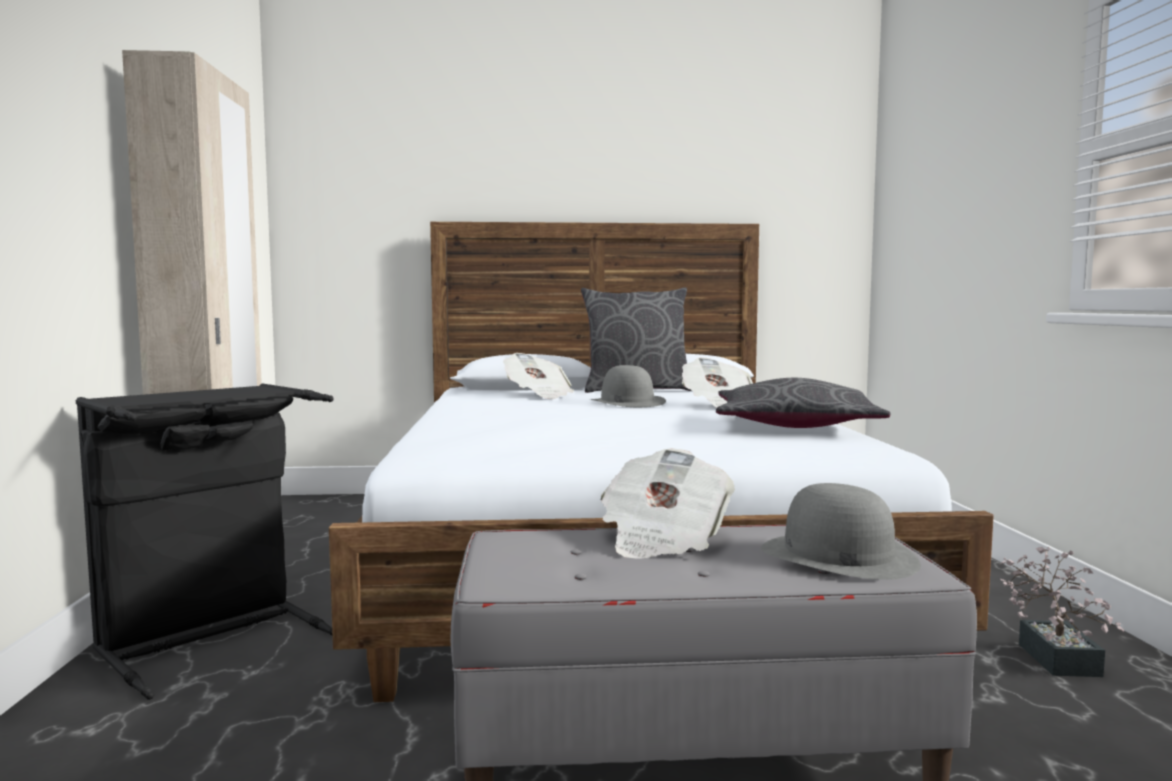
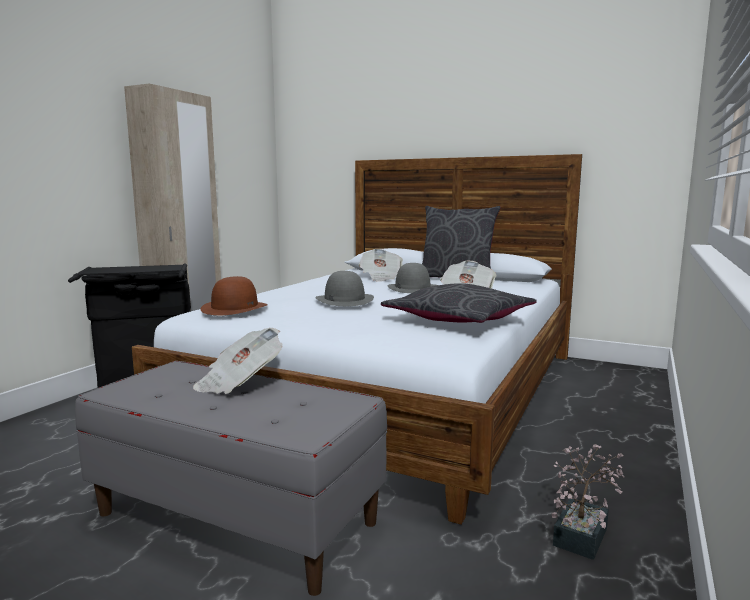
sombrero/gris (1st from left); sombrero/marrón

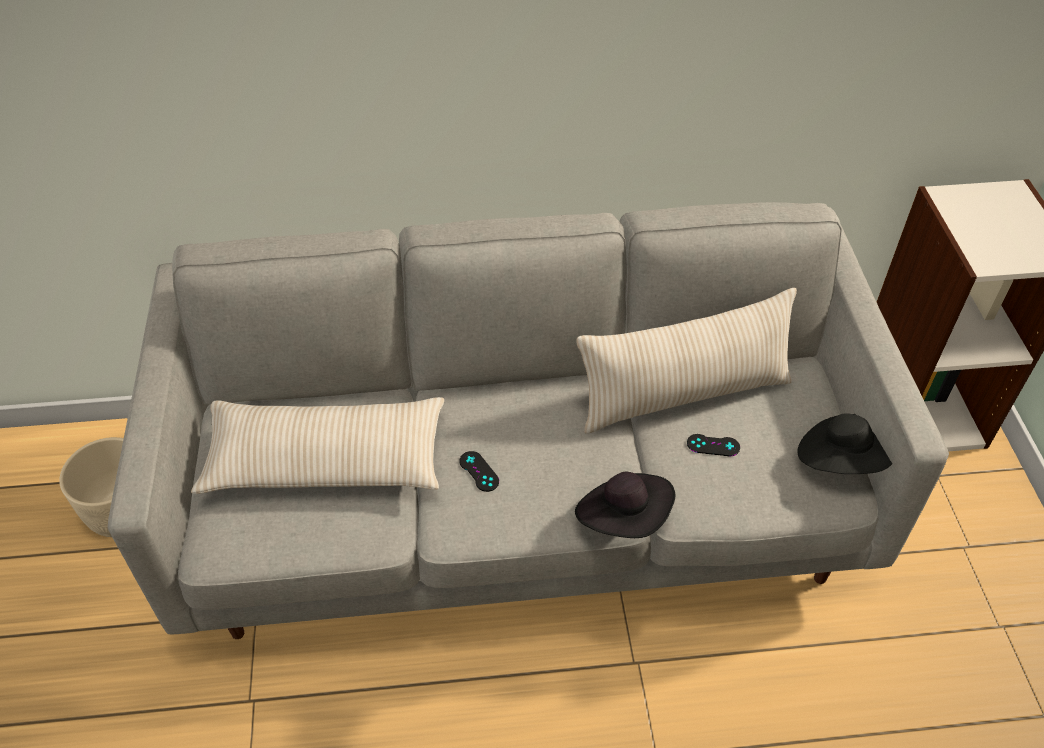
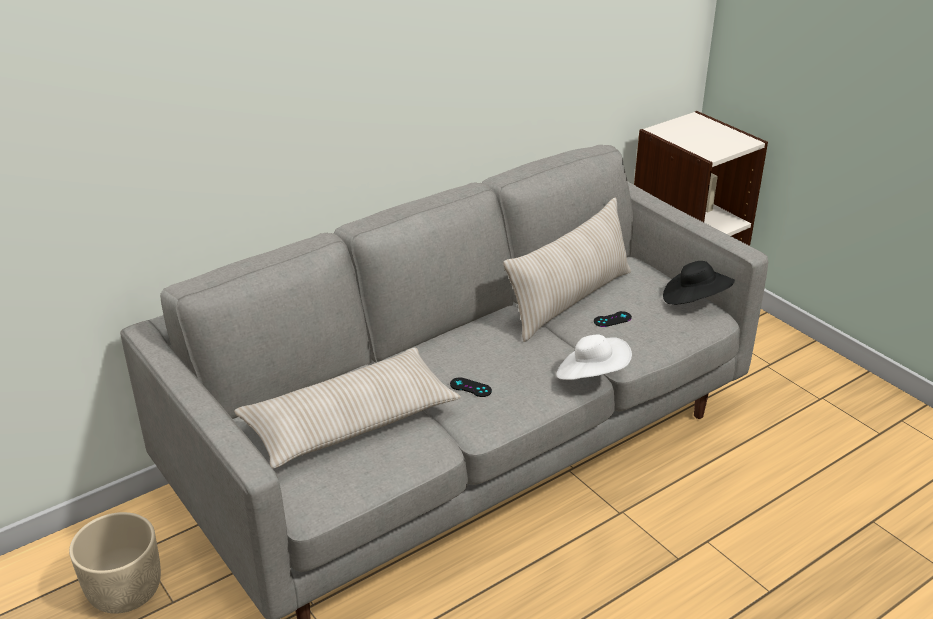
sombrero/blanco

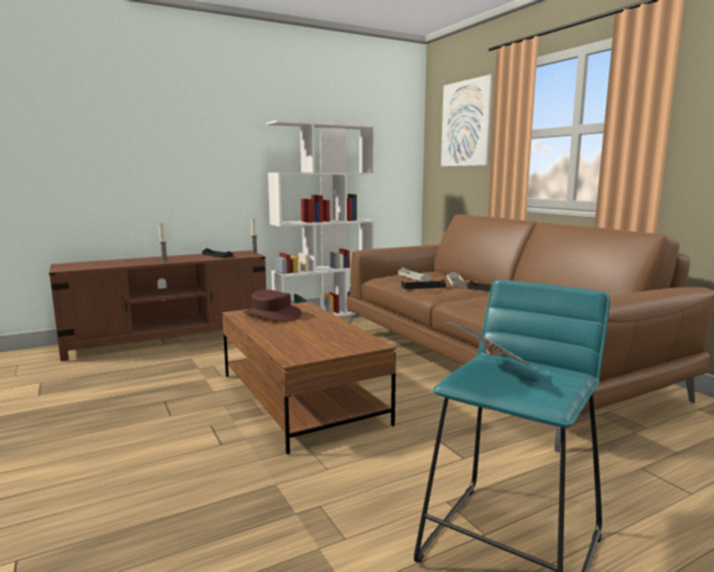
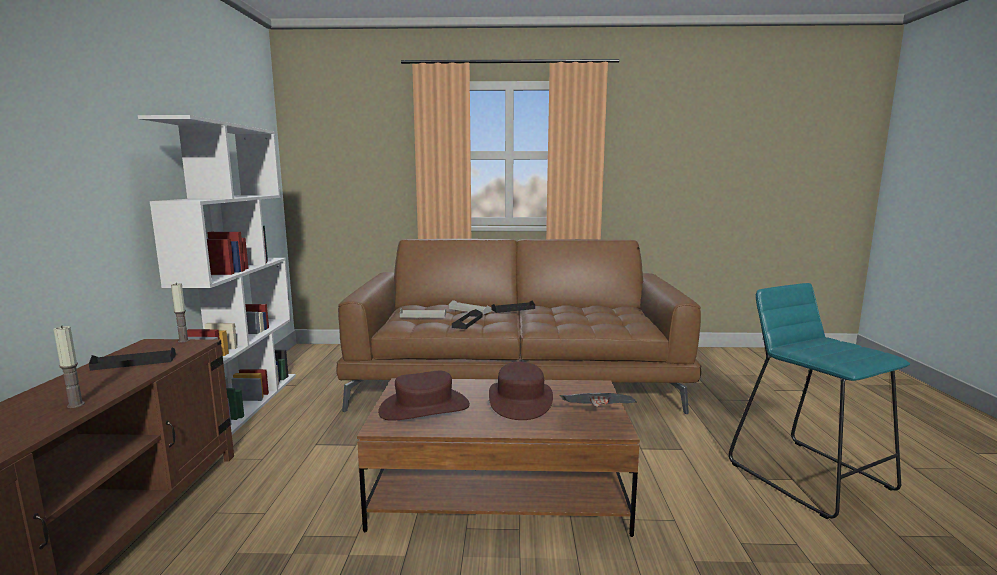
cuadro; periódico; sombrero/marrón (2nd from left)

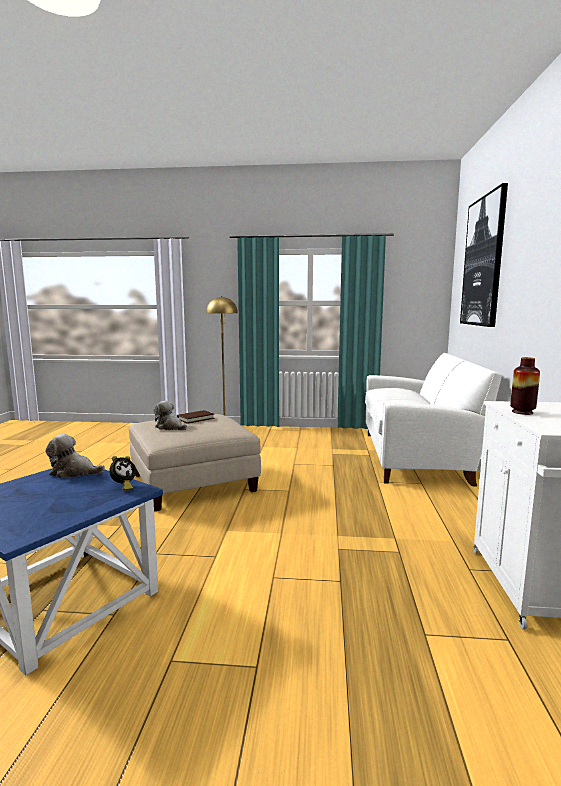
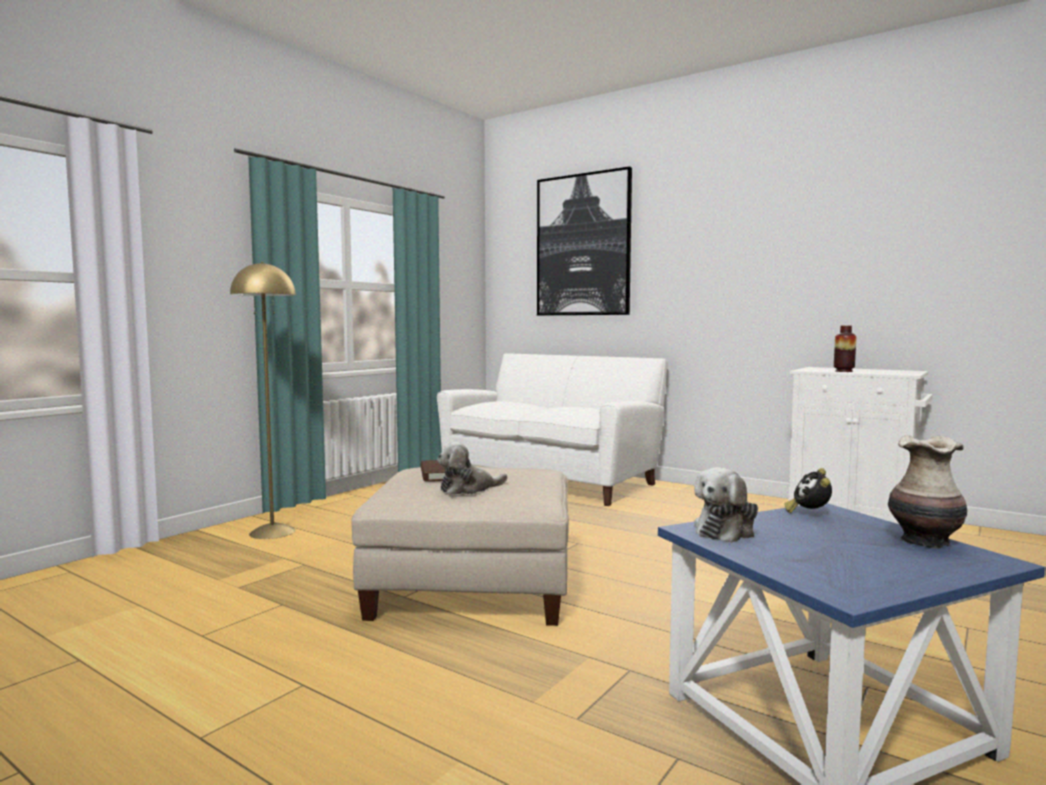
despertador; florero (2nd from left)

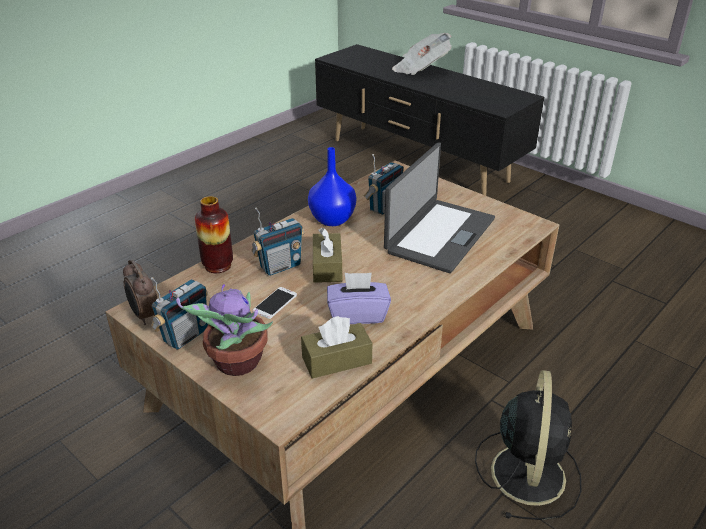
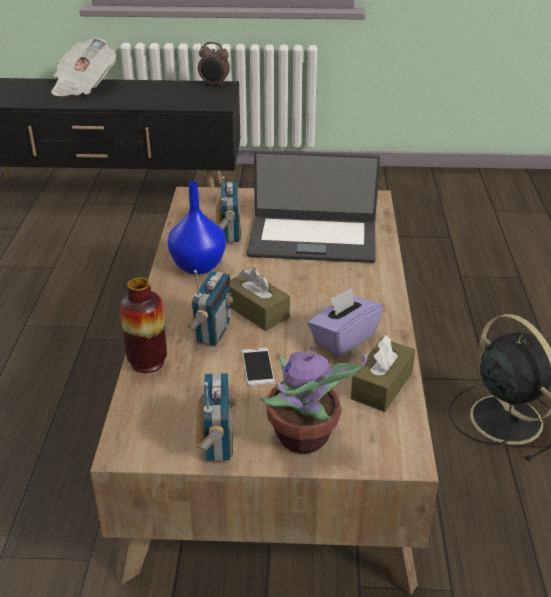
portátil; despertador

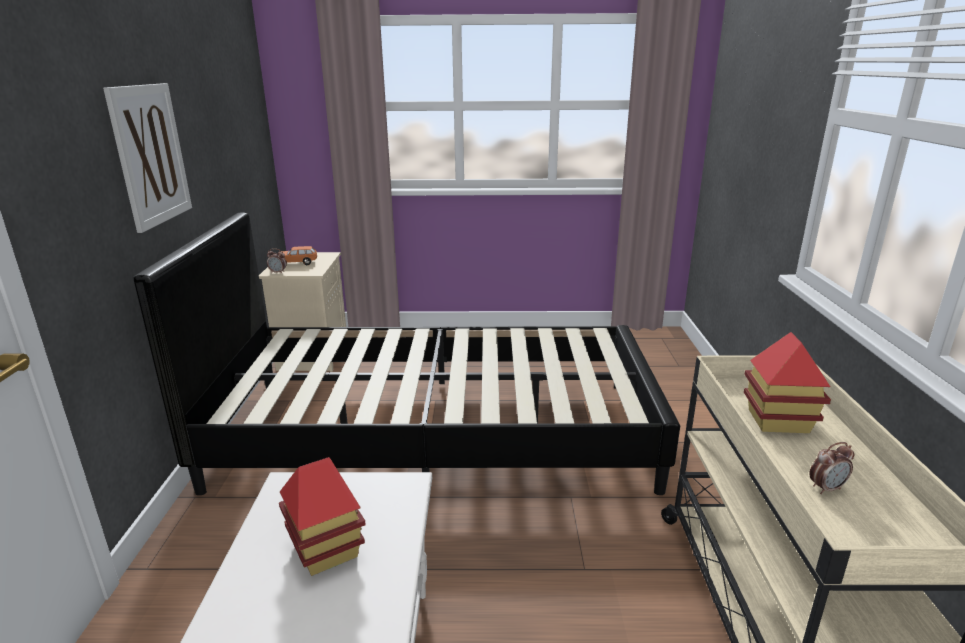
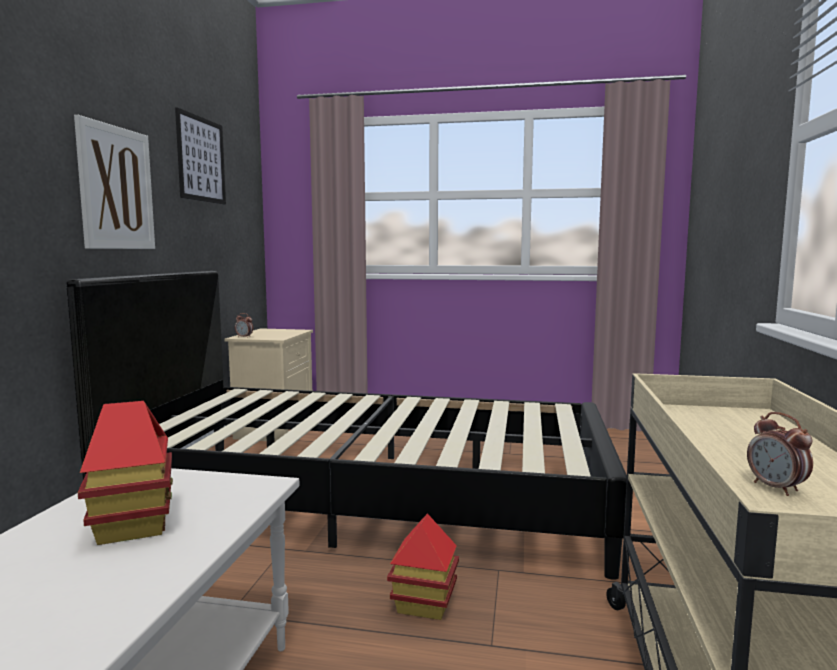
coche de juguete/naranja; casita (2nd from left); despertador (2nd from left); cuadro (2nd from left)

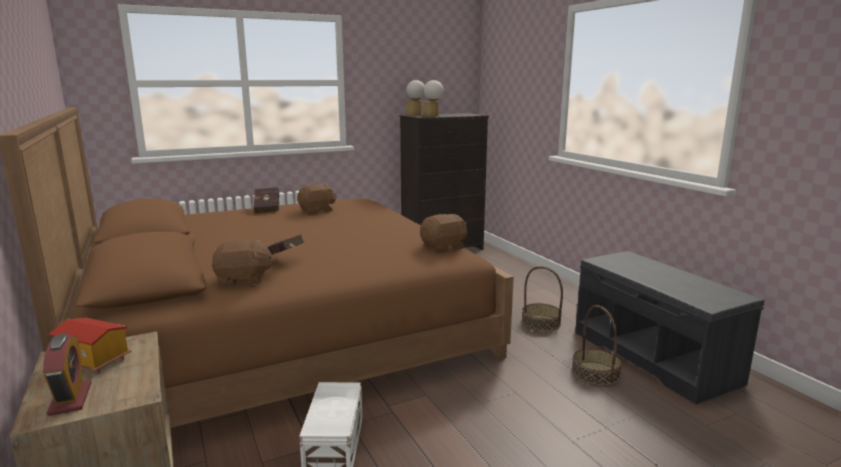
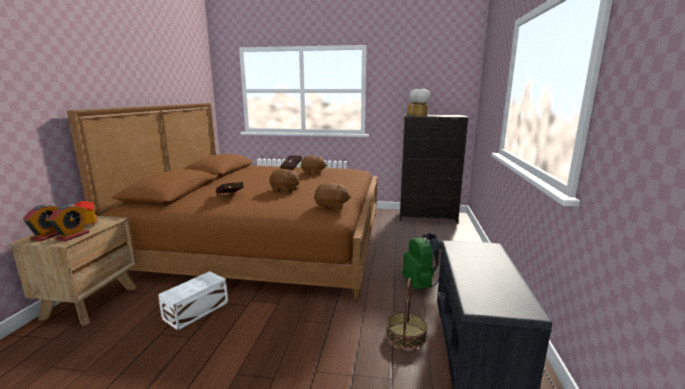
peluche/marrón (1st from left); mochila/verde; despertador (2nd from left)

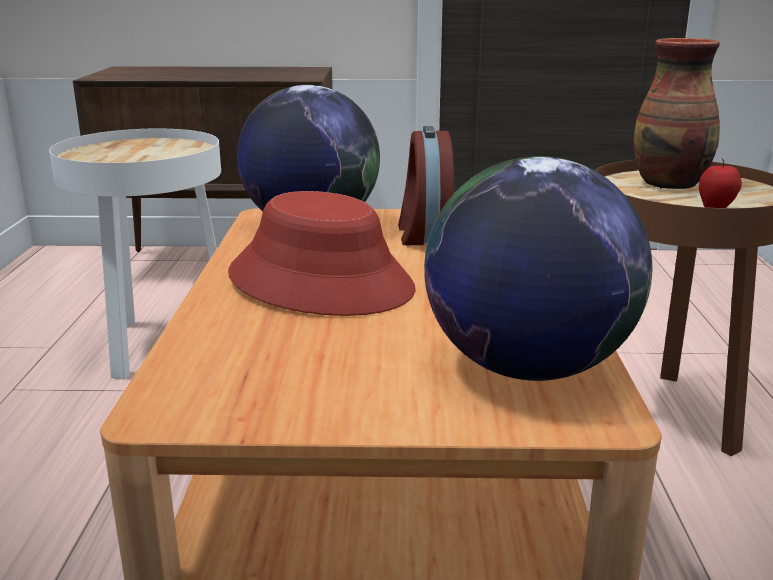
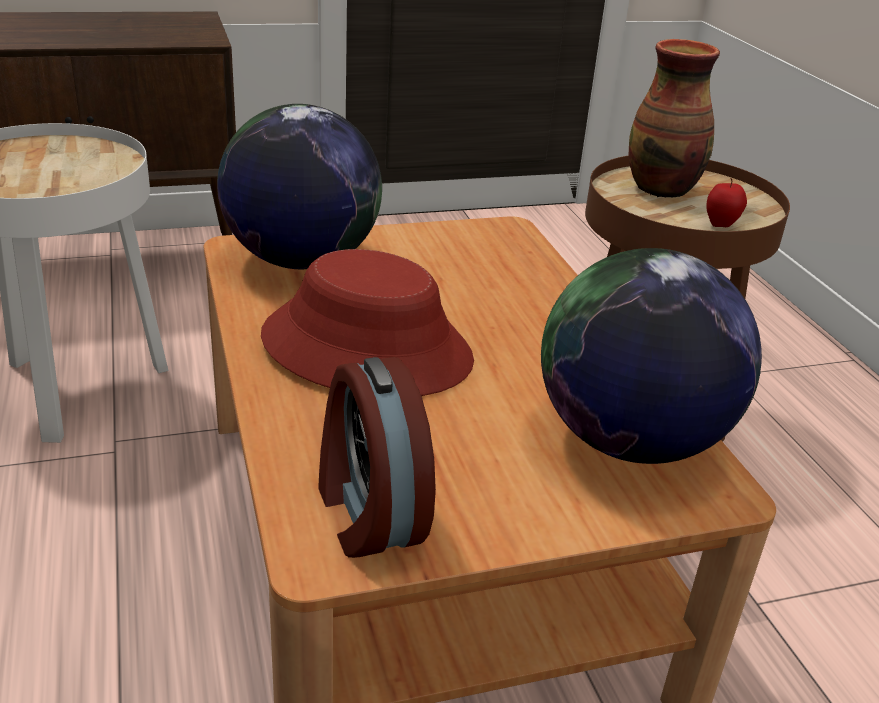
despertador

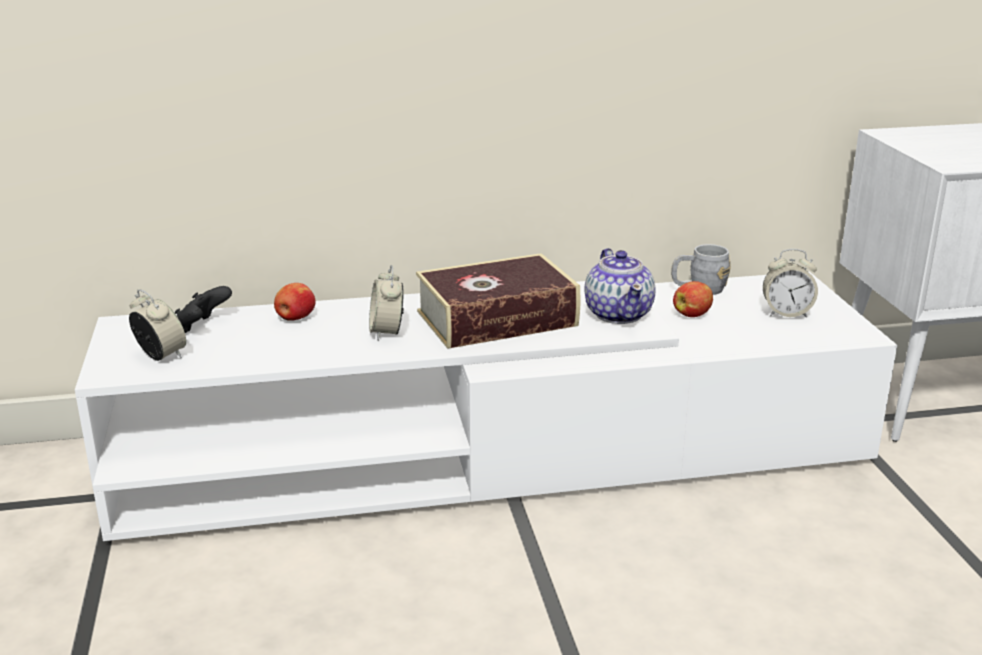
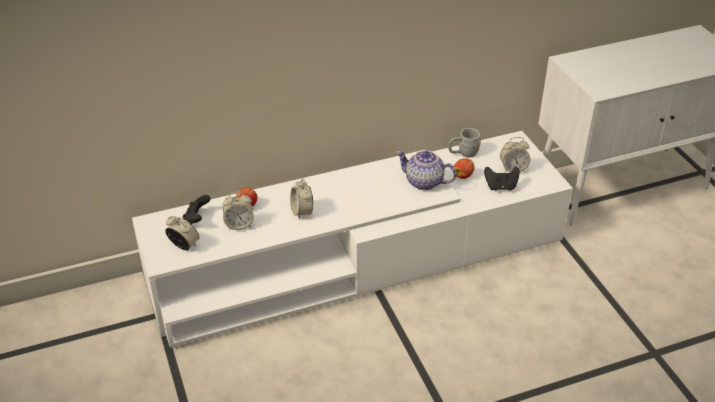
tetera; libro; mando de consola/negro (2nd from left); despertador (2nd from left)

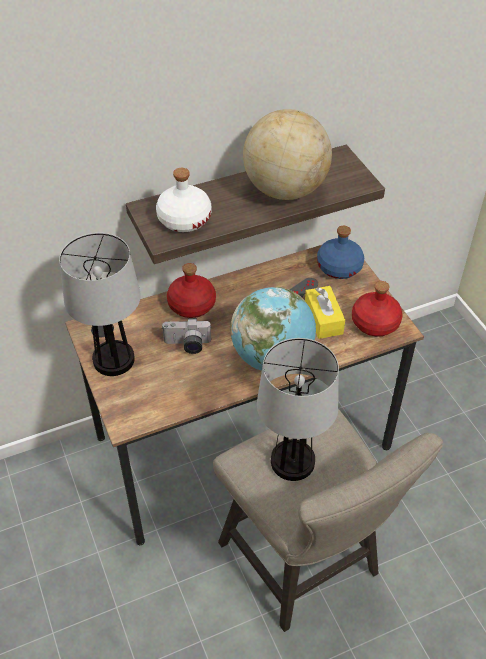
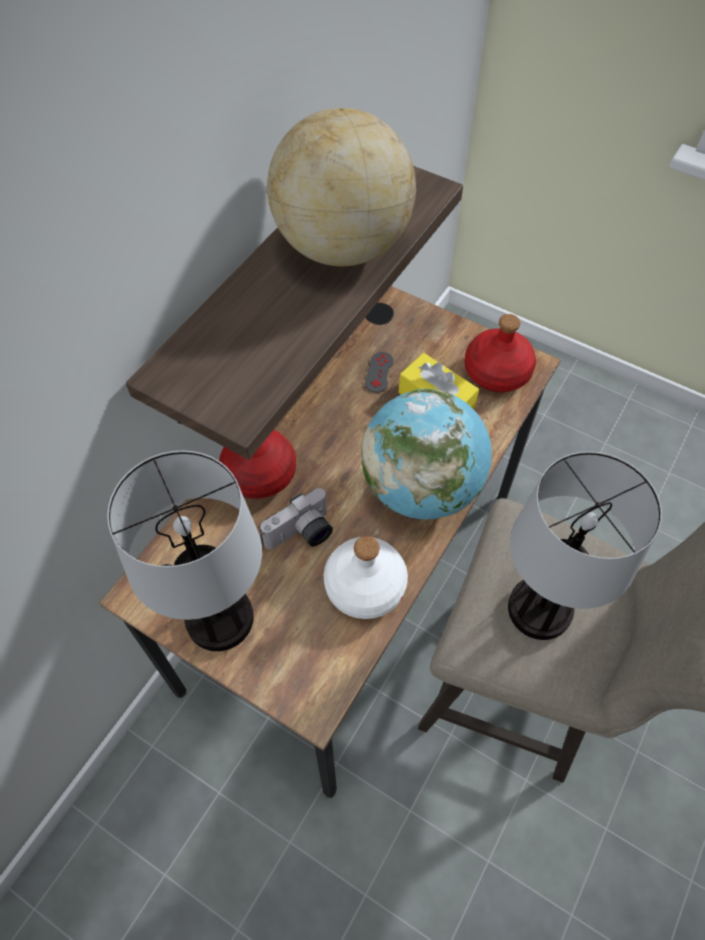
botella/blanco; botella/azul

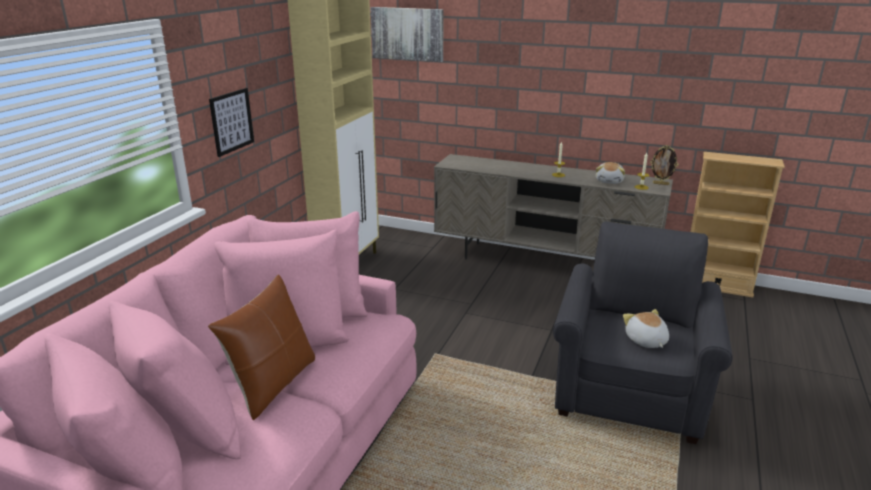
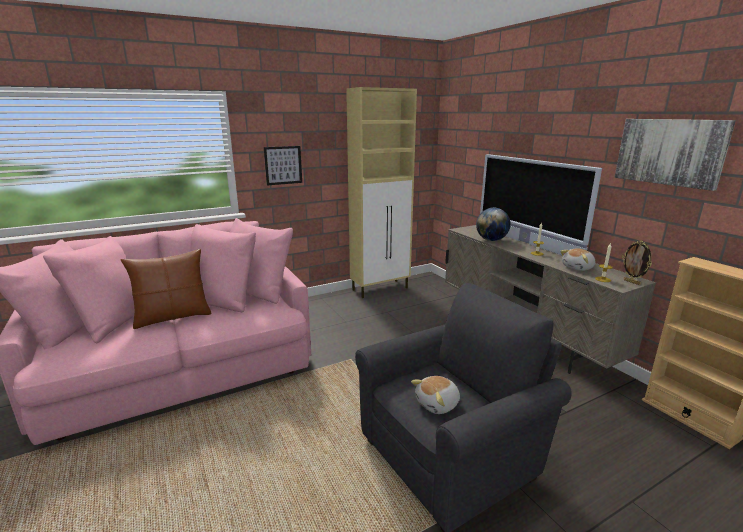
cuadro (2nd from left); peluche (1st from left); televisor; globo terráqueo

